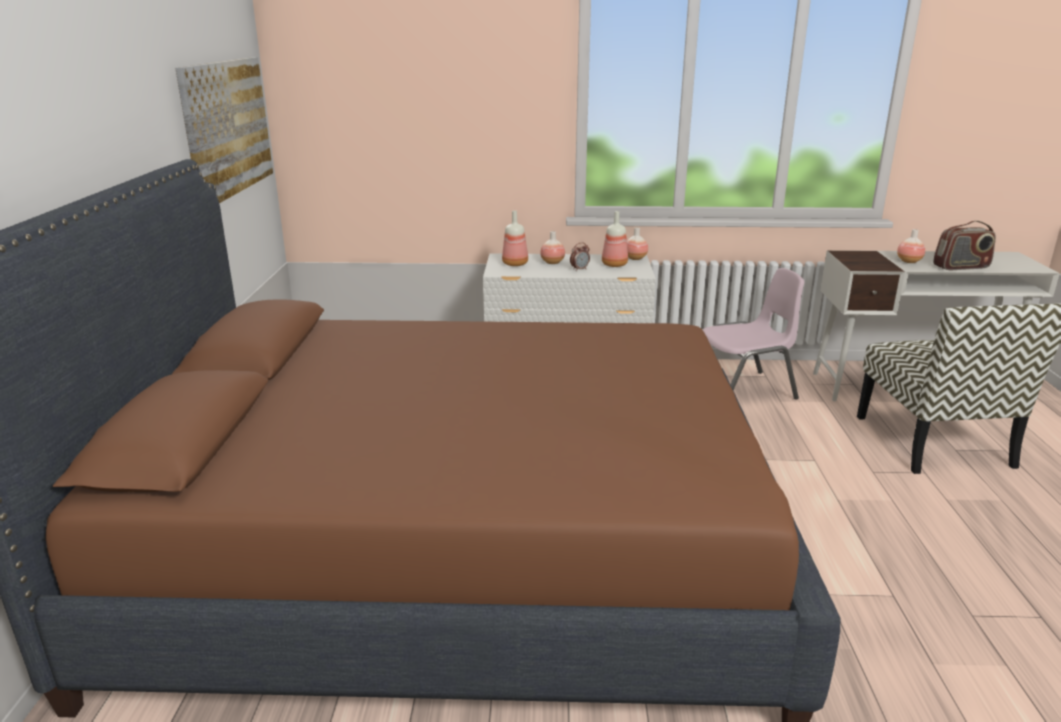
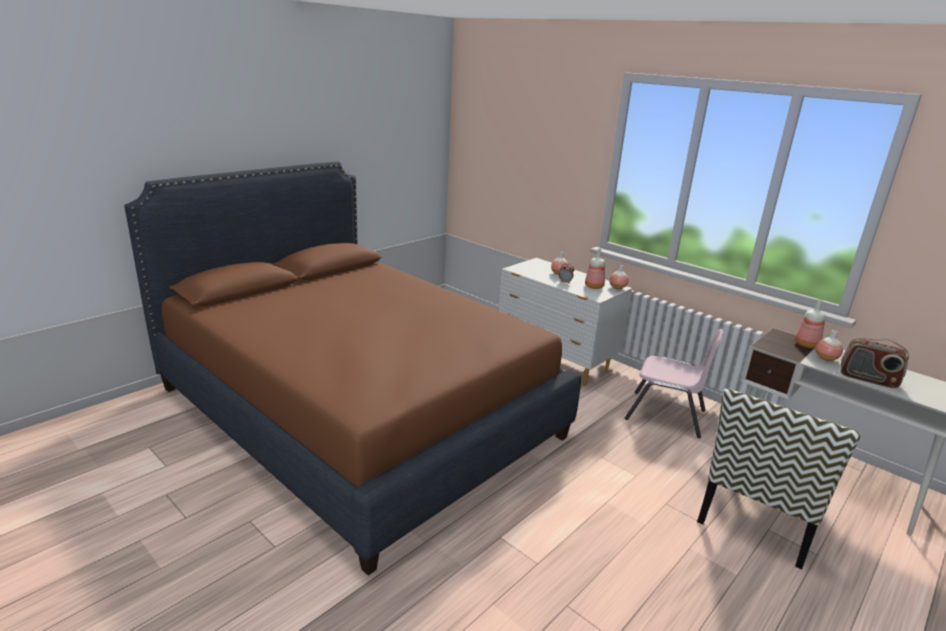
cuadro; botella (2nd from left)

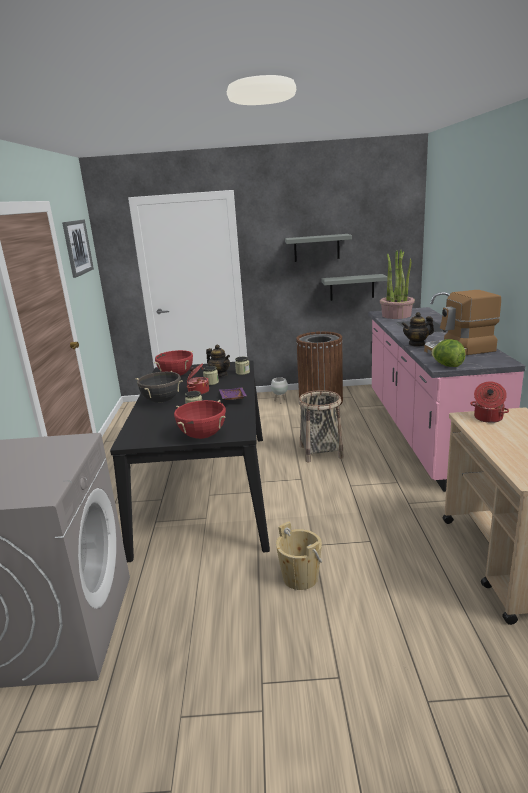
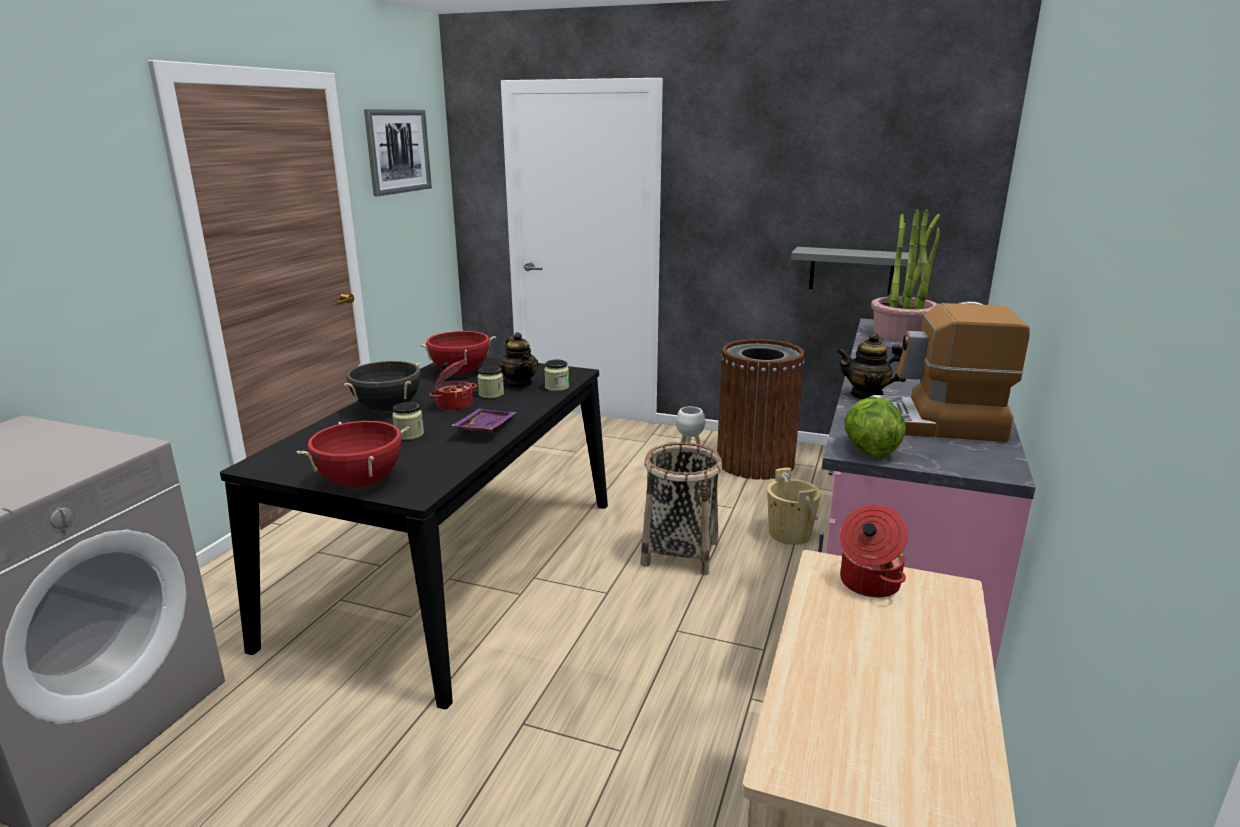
estante/gris (1st from left in the first image); cubo/beis

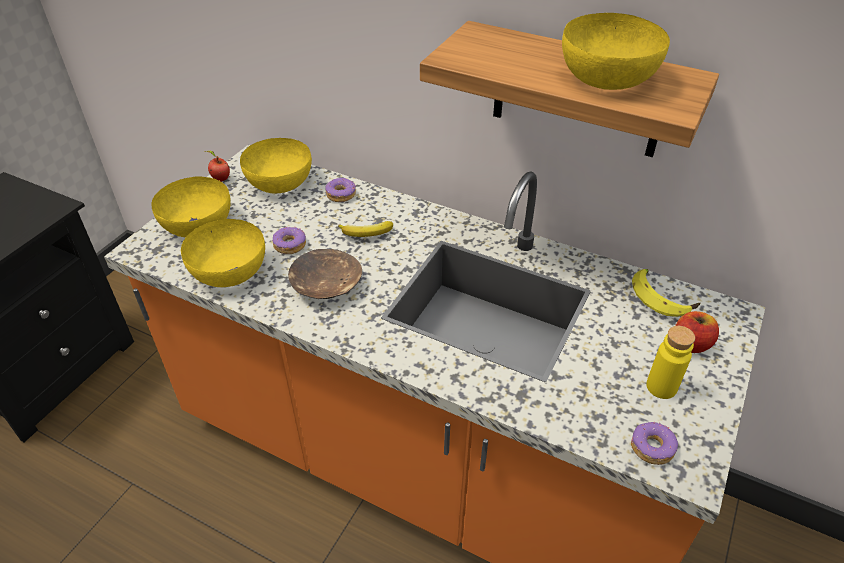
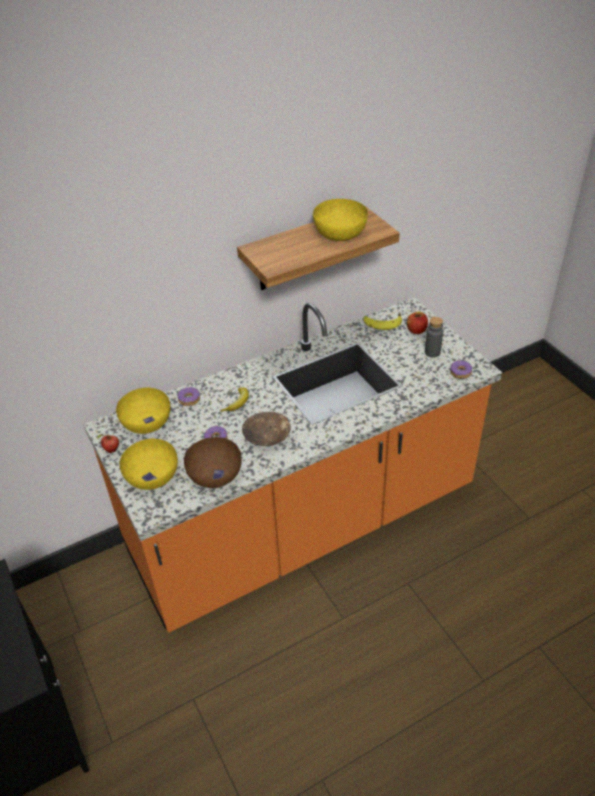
cuenco/marrón (1st from left); botella/gris

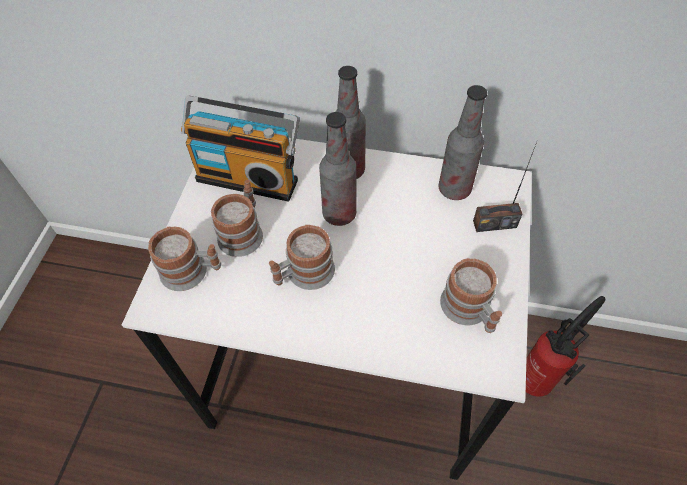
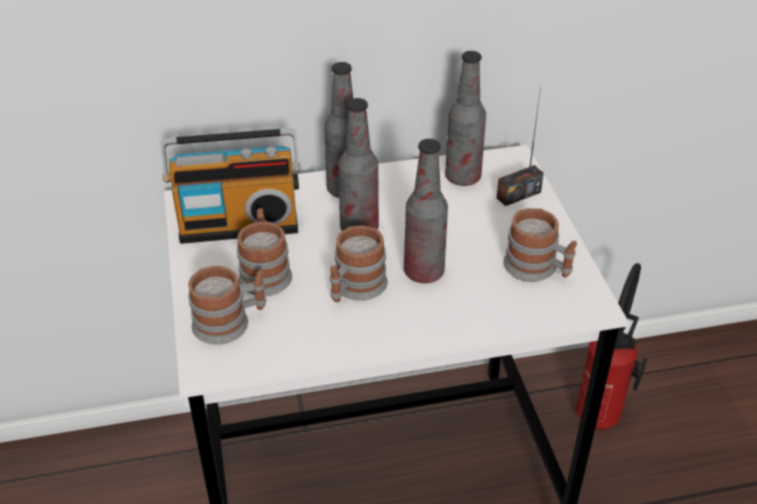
botella (3rd from left)

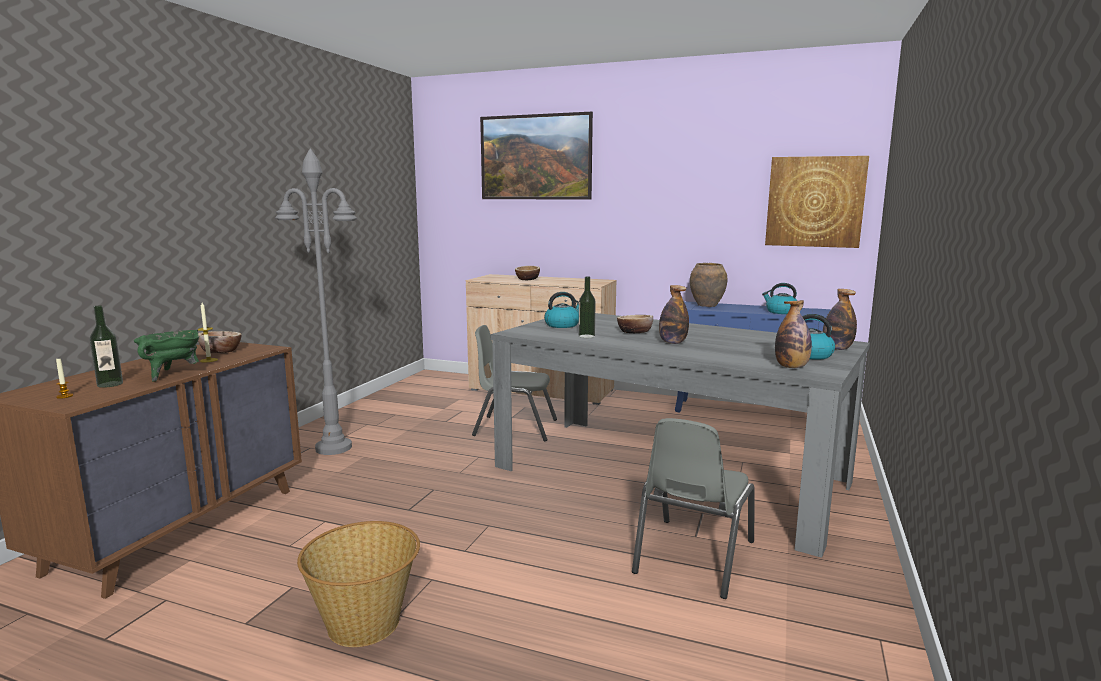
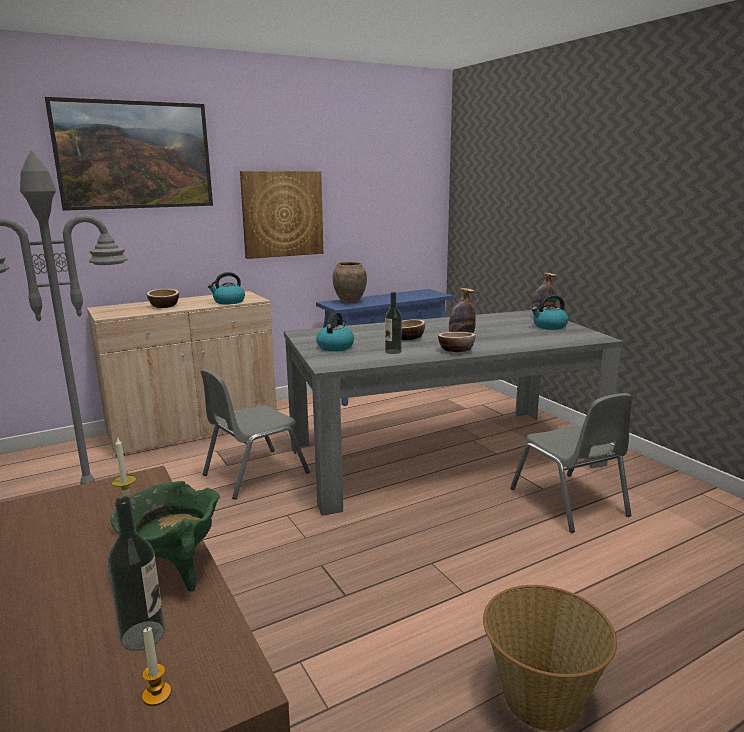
cuadro (2nd from left); hervidor (1st from left); botella (4th from left in the first image); cuenco (3rd from left)

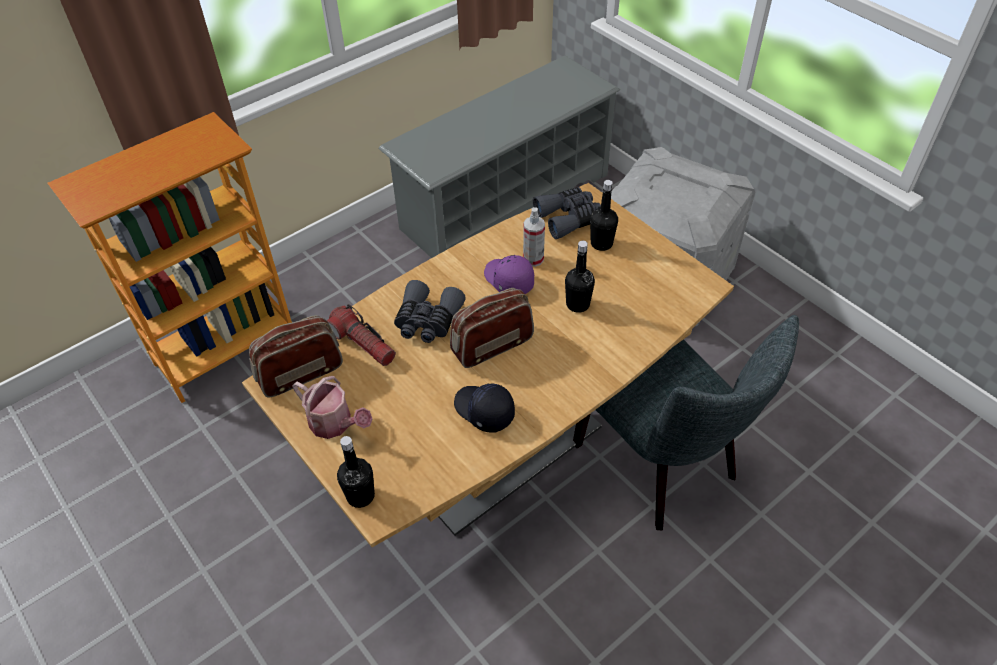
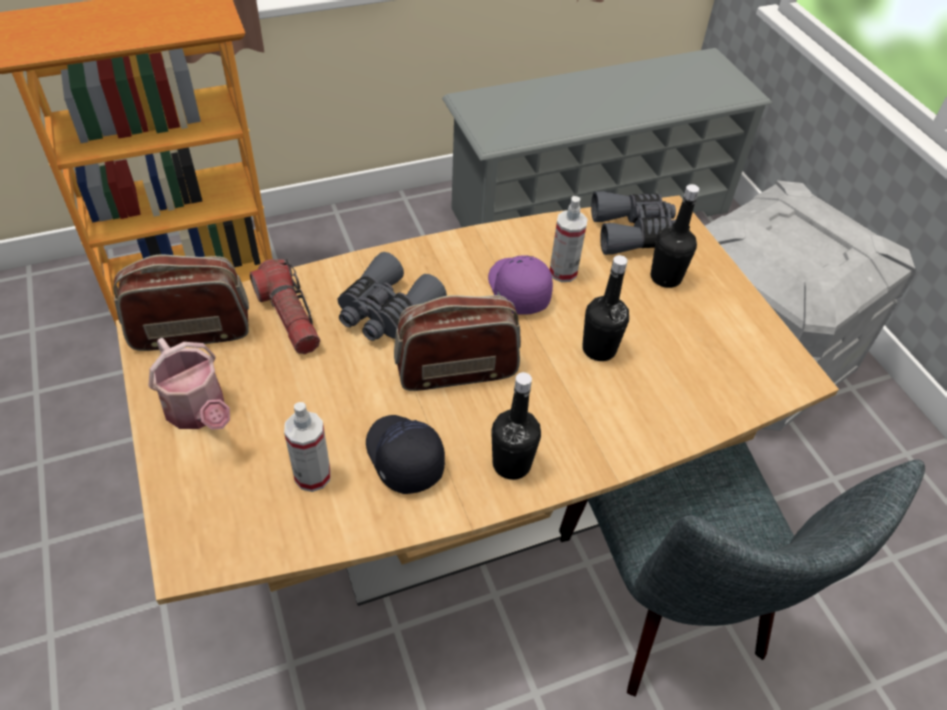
botella/negro (1st from left); pulverizador (1st from left)

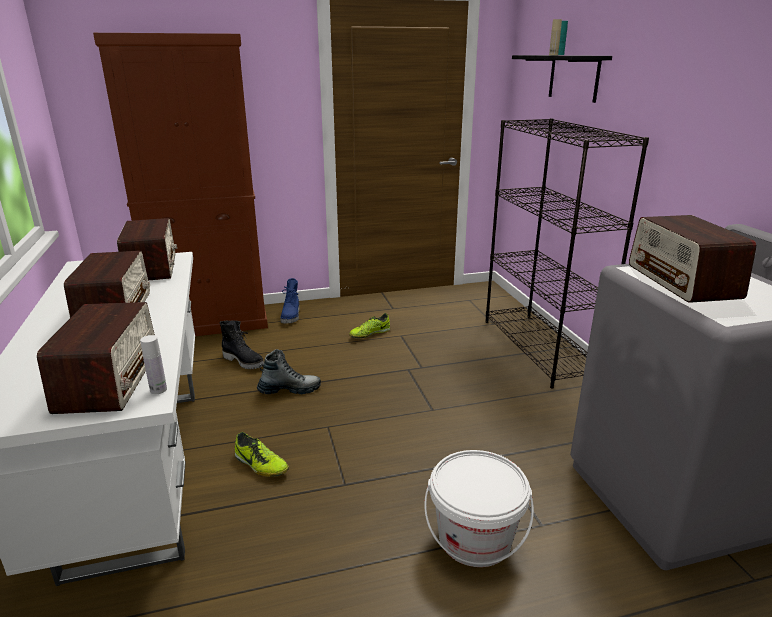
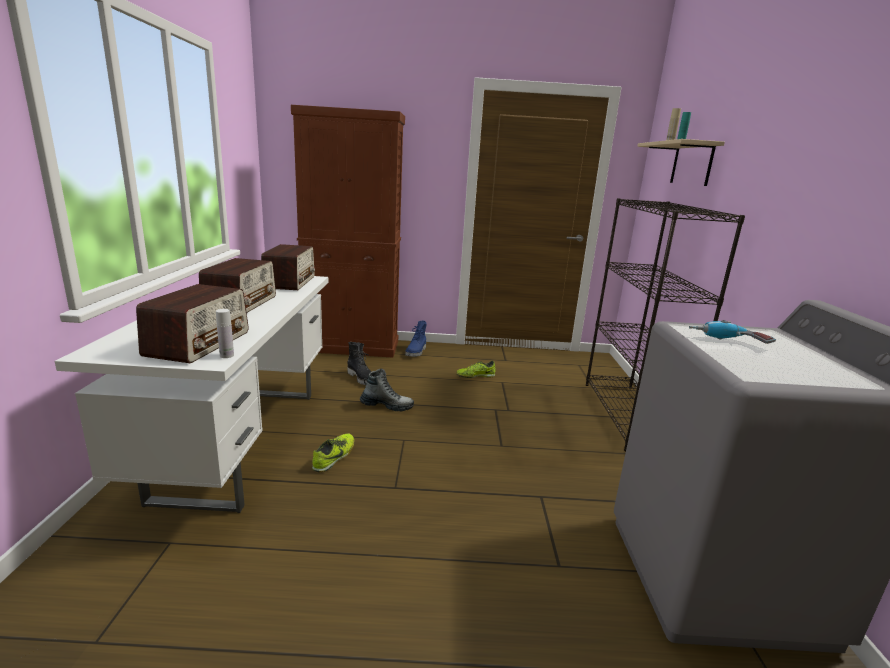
estante/beis; taladro; zapato (1st from left); cubo/blanco

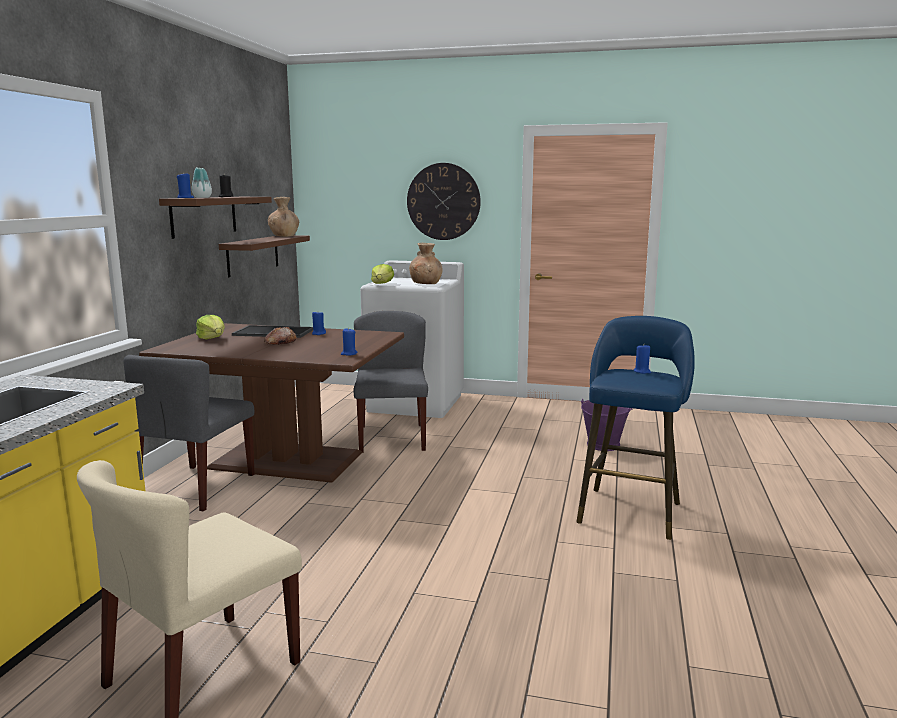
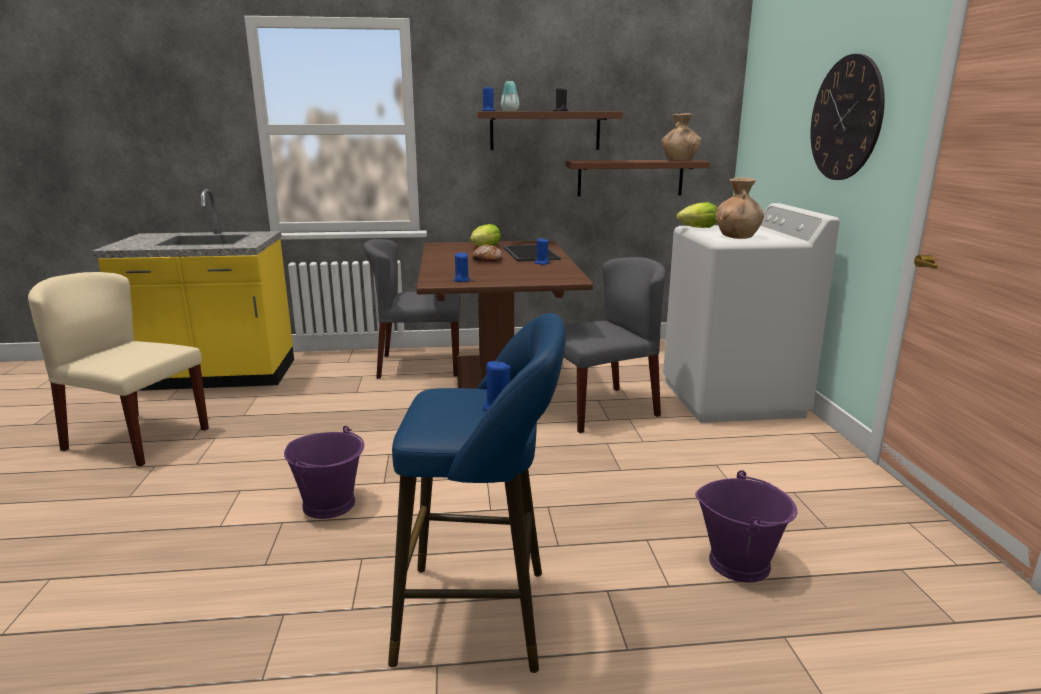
cubo/morado (1st from left)

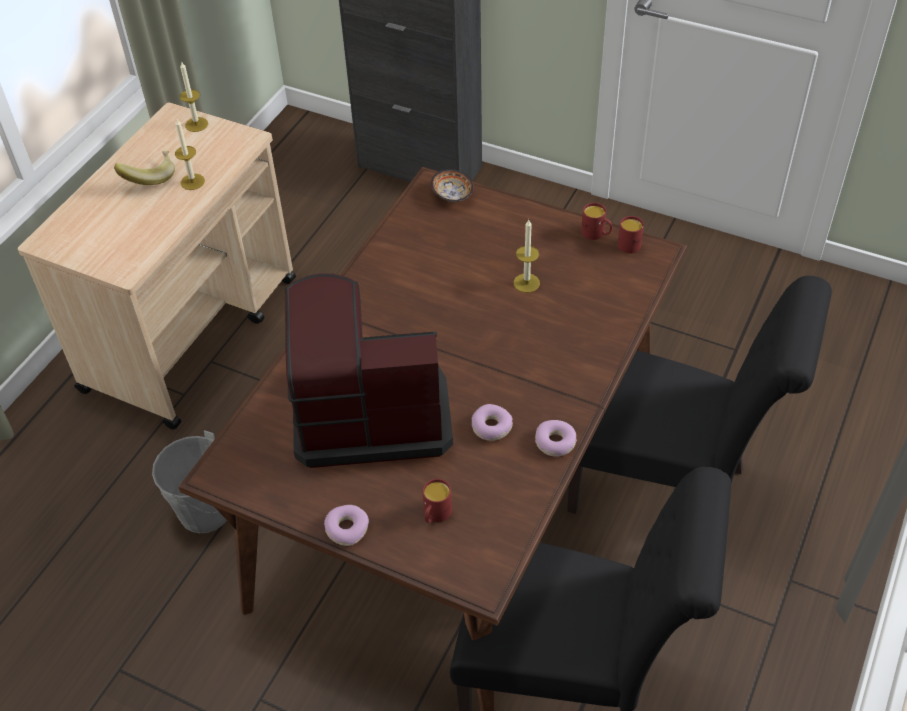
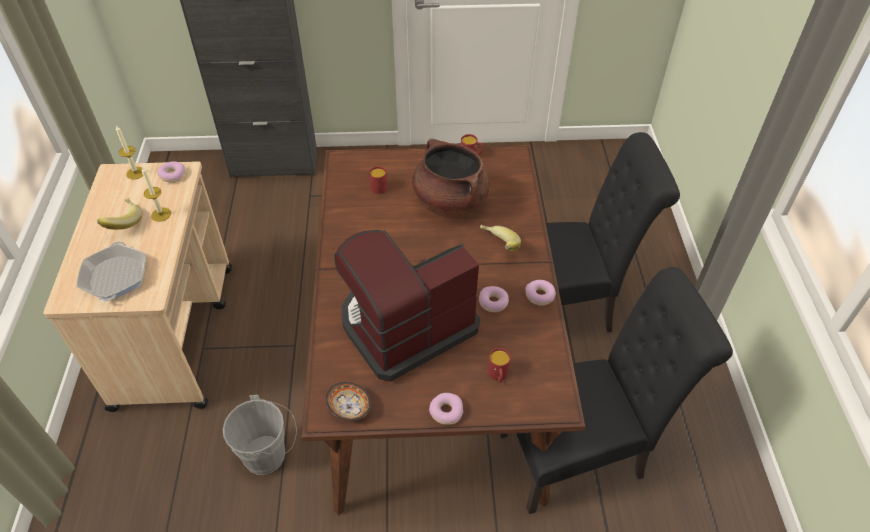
cuenco; taza grande/rojo (1st from left); olla/marrón; rosquilla (1st from left); plátano (2nd from left); sartén

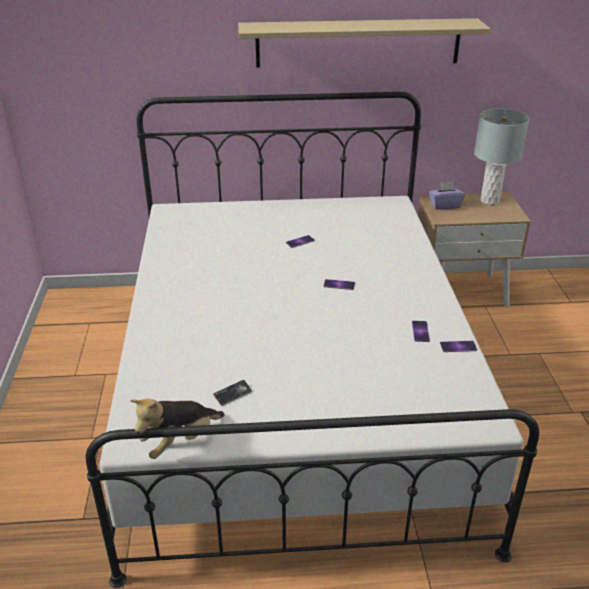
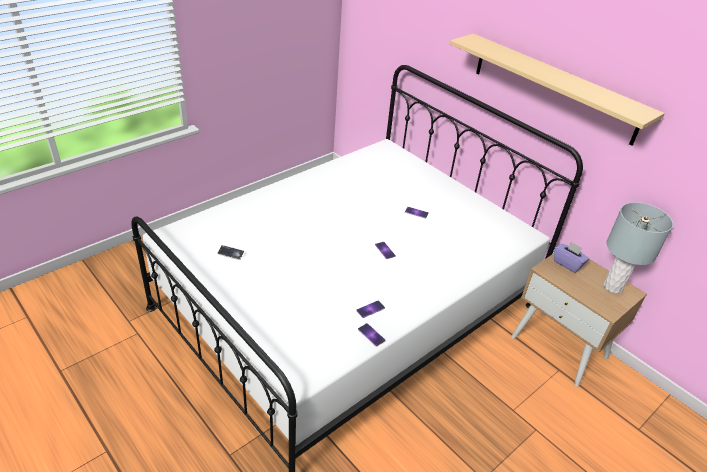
peluche

